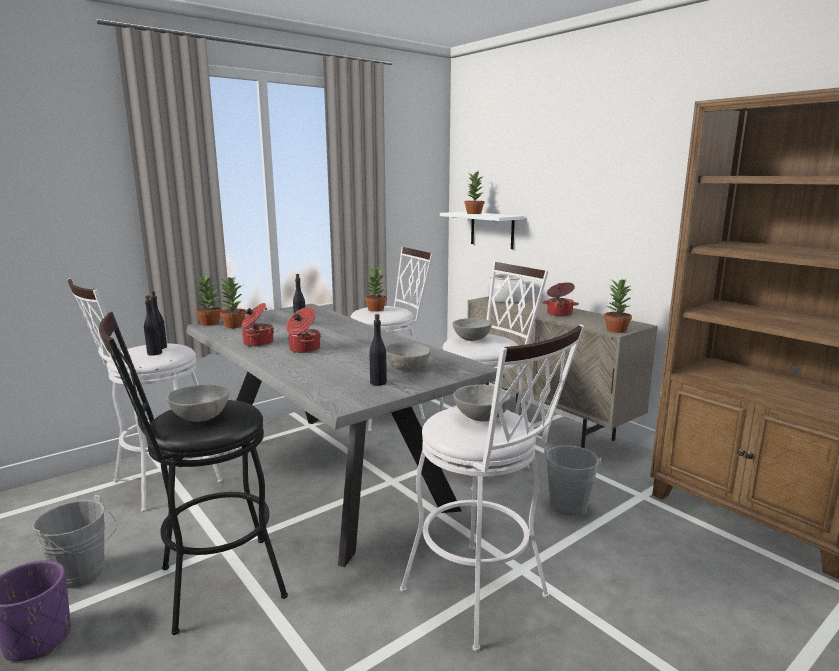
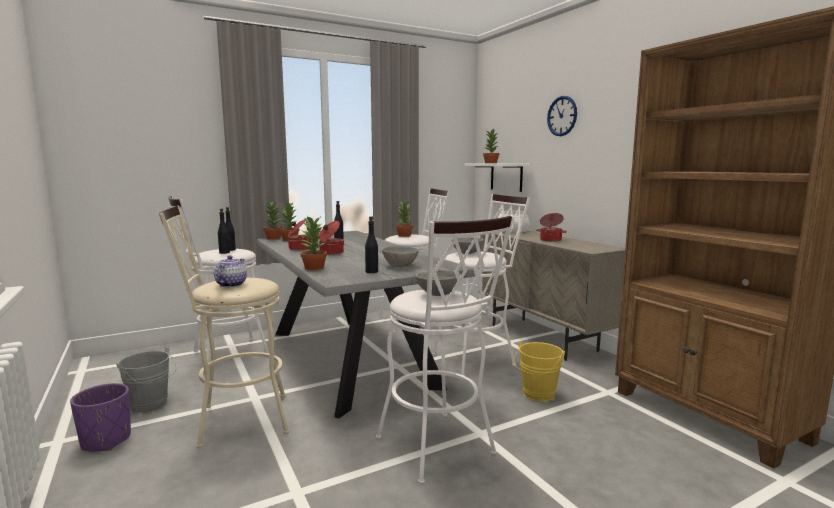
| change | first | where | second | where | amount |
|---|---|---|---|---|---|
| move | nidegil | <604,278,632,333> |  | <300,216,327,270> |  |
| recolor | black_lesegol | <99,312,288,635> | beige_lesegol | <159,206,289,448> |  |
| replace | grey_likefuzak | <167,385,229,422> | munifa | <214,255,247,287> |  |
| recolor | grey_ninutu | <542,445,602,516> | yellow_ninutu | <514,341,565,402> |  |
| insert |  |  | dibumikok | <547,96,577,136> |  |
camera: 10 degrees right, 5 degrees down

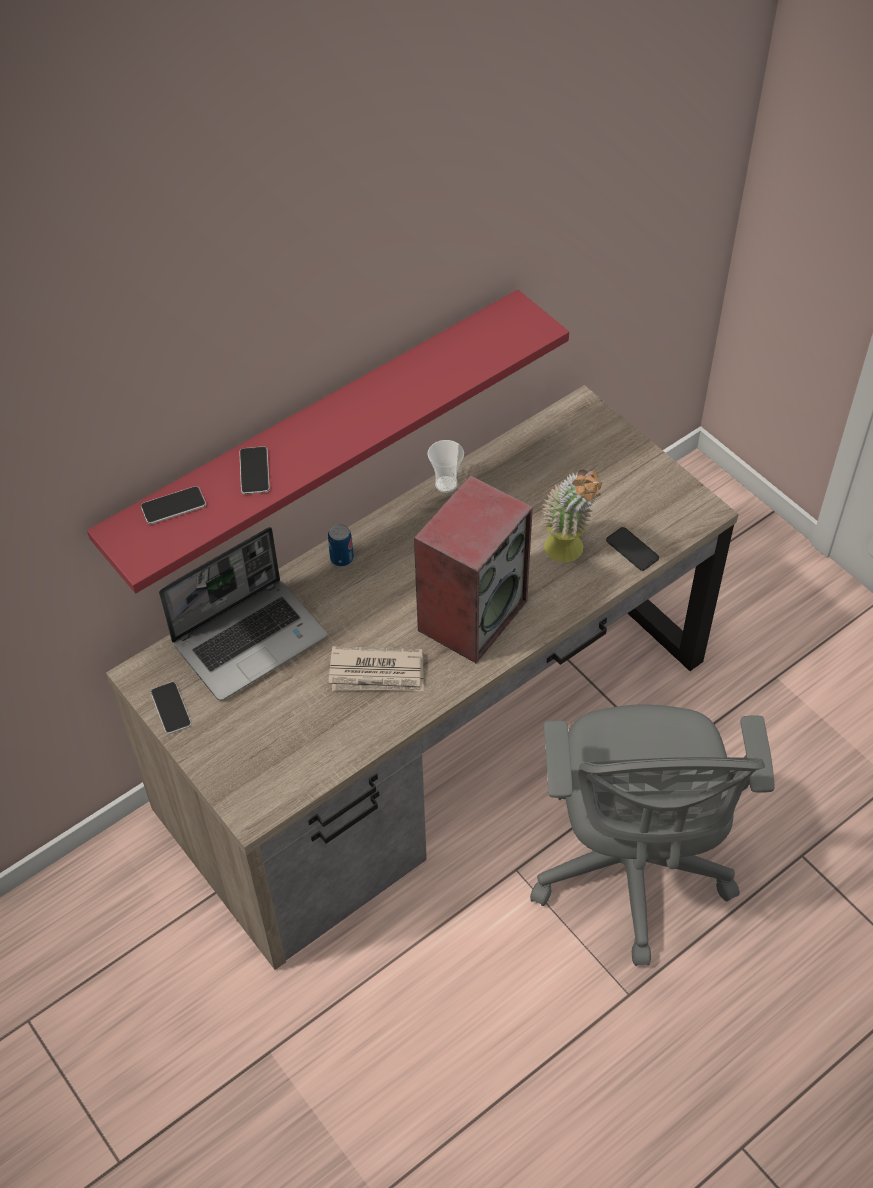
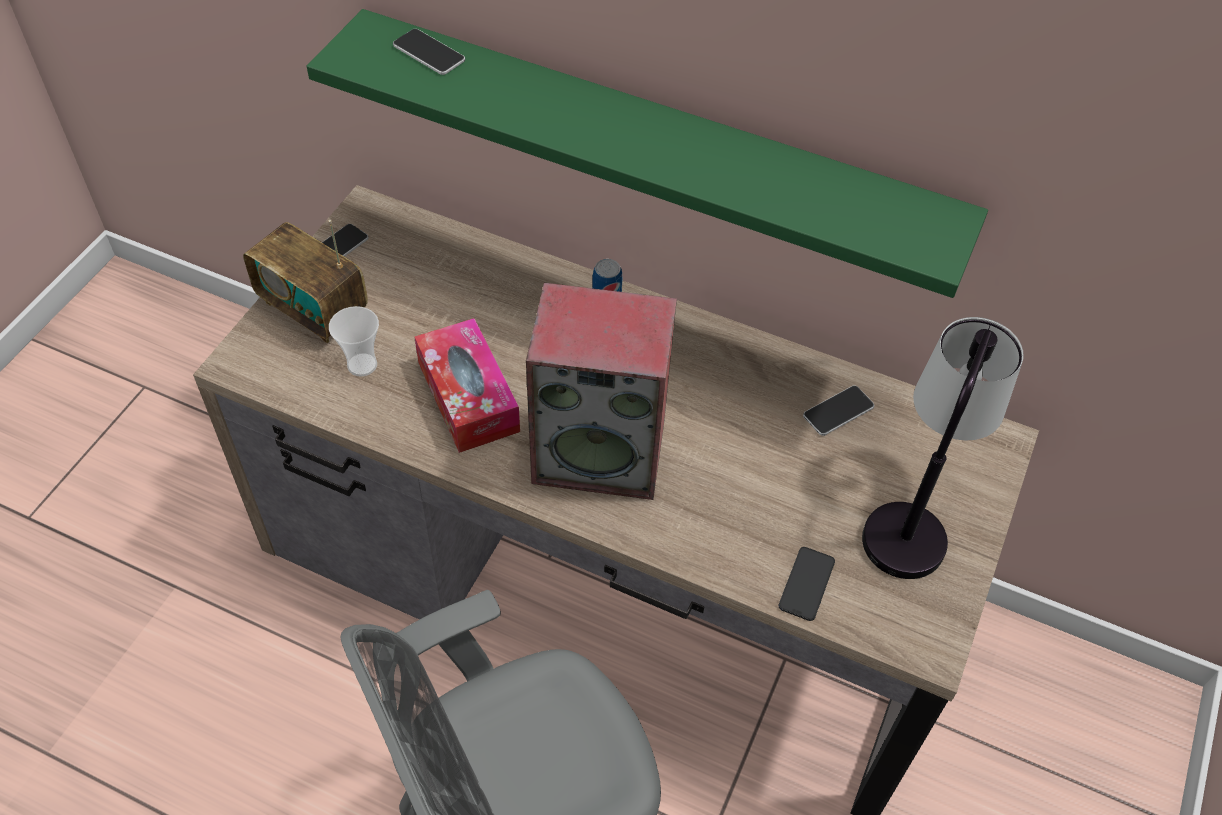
| change | first | where | second | where | amount |
|---|---|---|---|---|---|
| recolor | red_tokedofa | <87,290,569,593> | green_tokedofa | <306,9,988,298> |  |
| move | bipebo | <427,440,464,493> |  | <329,306,379,377> |  |
| move | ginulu | <239,446,270,494> |  | <803,385,874,436> |  |
| delete | nidegil | <542,470,602,563> |  |  |  |
| delete | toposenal | <159,527,328,701> |  |  |  |
| replace | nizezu | <329,646,424,691> | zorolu | <414,318,520,453> |  |
| insert |  |  | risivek | <243,220,368,343> |  |
| insert |  |  | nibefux | <862,317,1024,579> |  |
camera: 60 degrees right, 0 degrees up

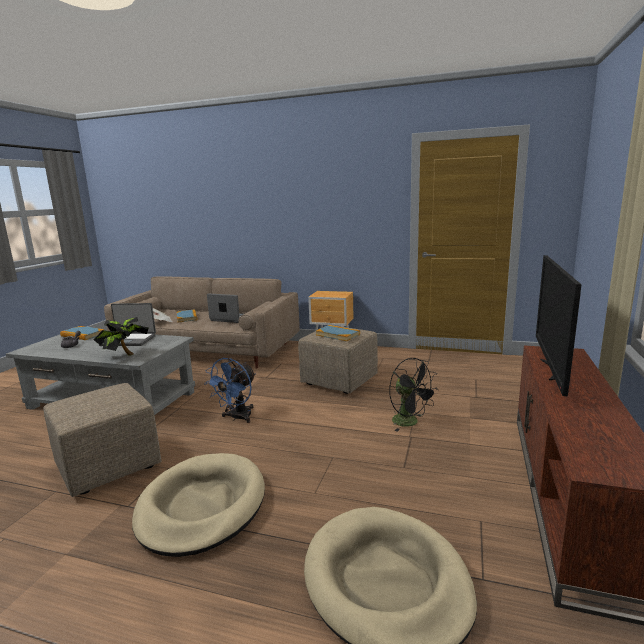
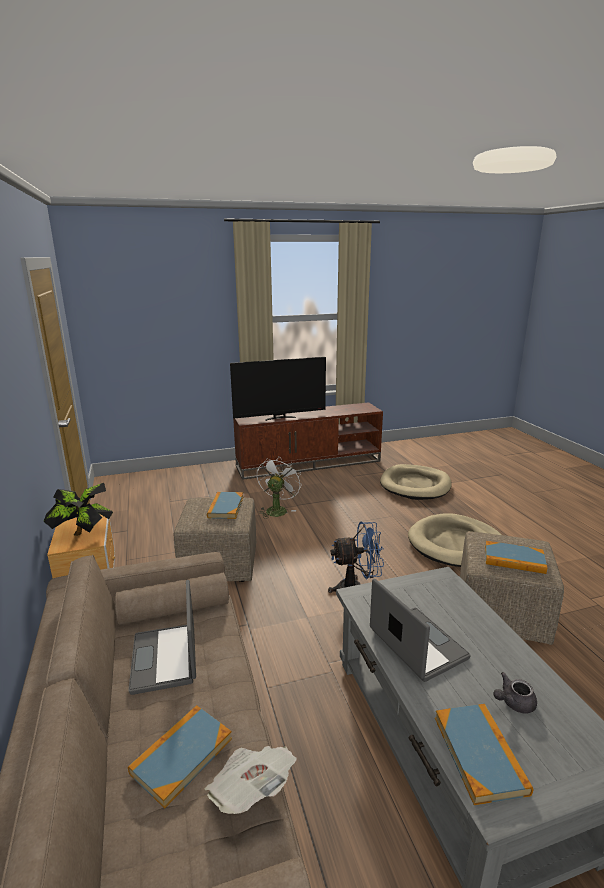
| change | first | where | second | where | amount |
|---|---|---|---|---|---|
| move | nidegil | <93,317,149,356> |  | <43,483,113,536> |  |
| recolor | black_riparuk | <389,358,438,432> | white_riparuk | <257,457,302,519> |  |
| insert |  |  | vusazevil | <485,541,548,574> |  |
camera: 125 degrees left, 5 degrees up

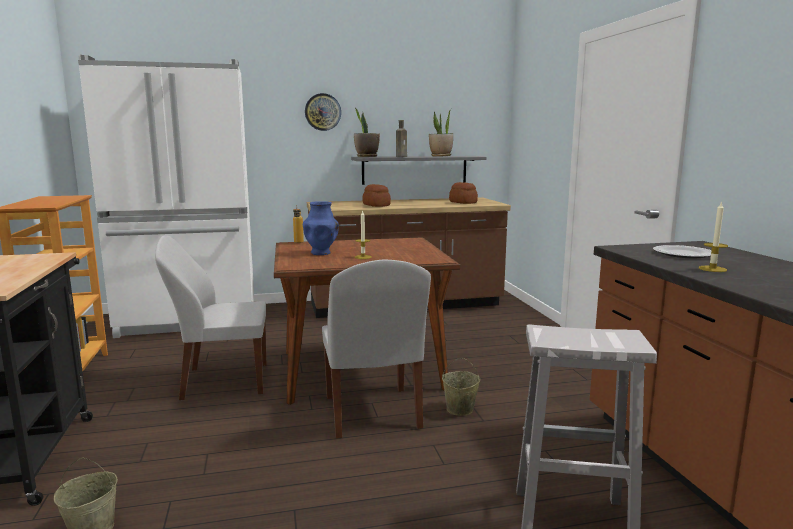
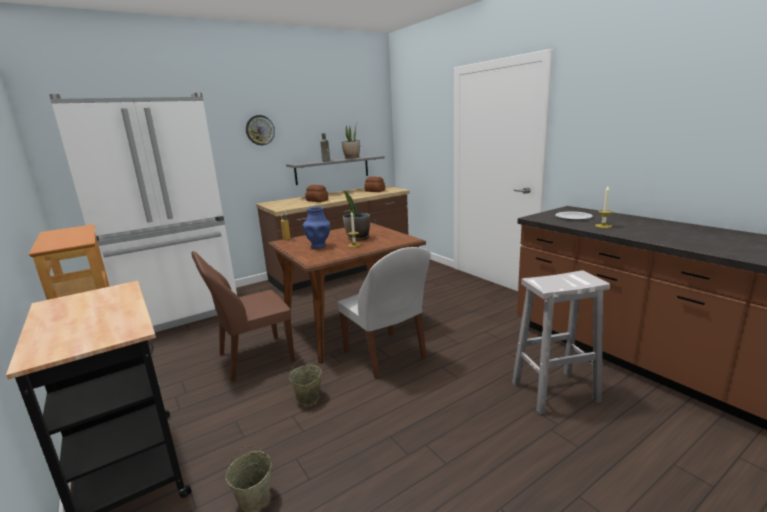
| change | first | where | second | where | amount |
|---|---|---|---|---|---|
| move | nidegil | <354,108,380,157> |  | <343,191,370,241> |  |
| recolor | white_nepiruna | <155,235,267,400> | brown_nepiruna | <192,251,295,382> |  |
| move | beige_ninutu | <442,357,480,416> |  | <289,357,322,405> |  |
camera: 20 degrees left, 5 degrees up

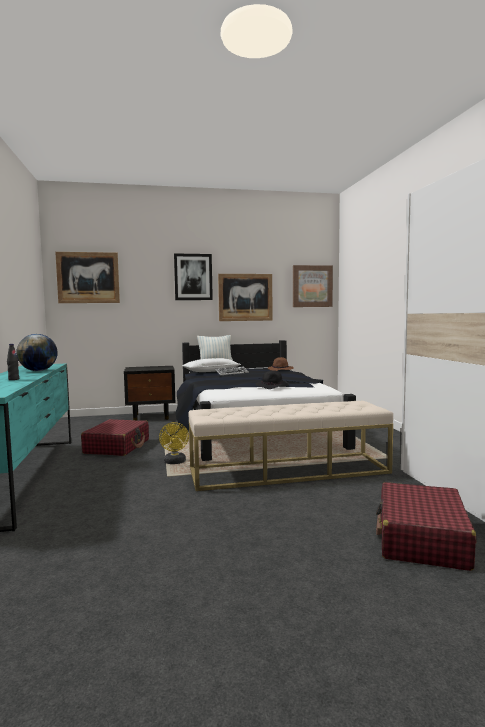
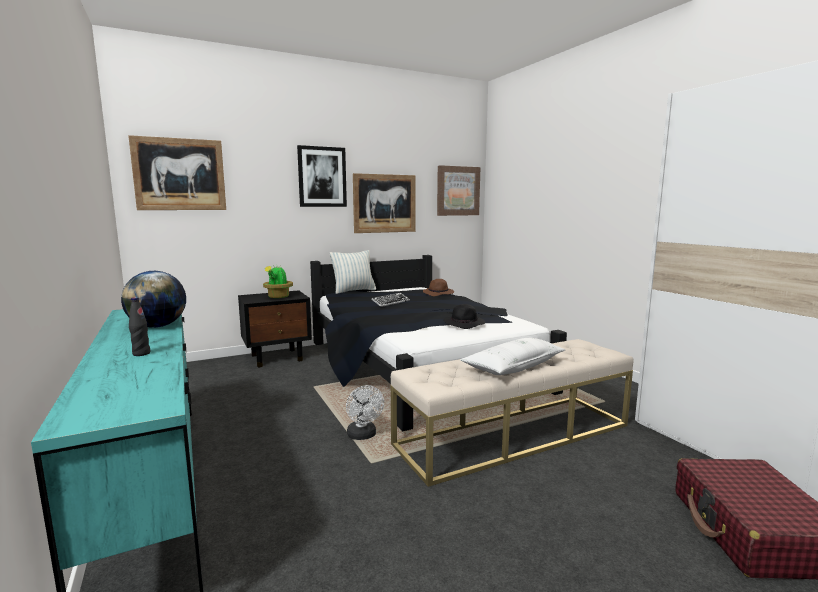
| change | first | where | second | where | amount |
|---|---|---|---|---|---|
| move | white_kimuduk | <182,358,241,372> |  | <460,338,565,375> |  |
| delete | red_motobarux | <81,419,149,456> |  |  |  |
| recolor | yellow_riparuk | <159,422,189,464> | white_riparuk | <346,385,384,440> |  |
| insert |  |  | nidegil | <263,265,293,298> |  |
camera: 15 degrees left, 5 degrees up

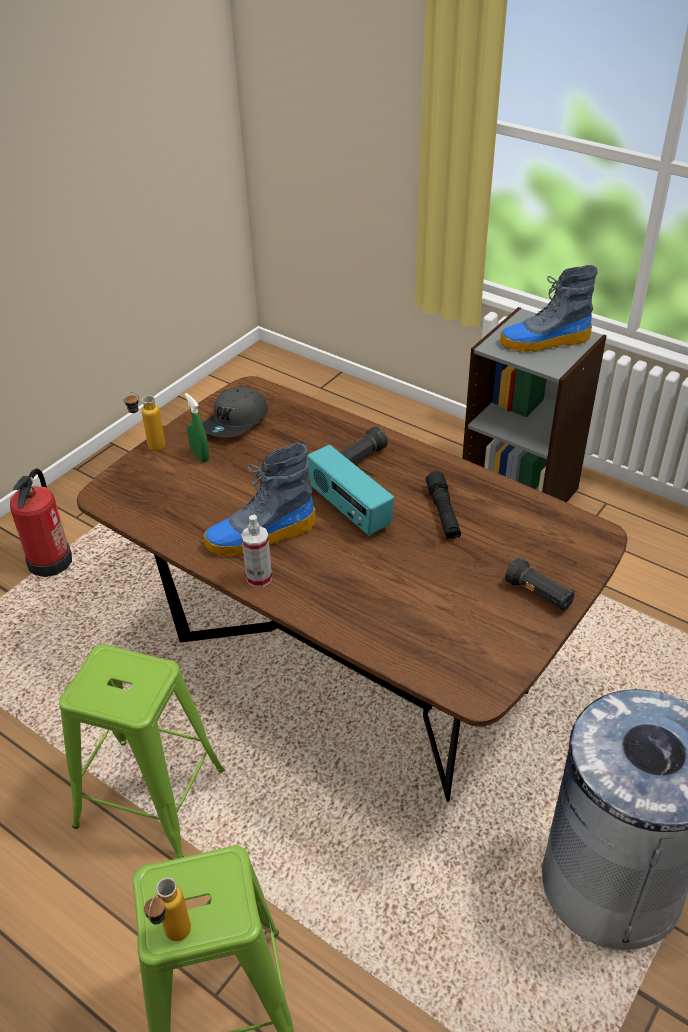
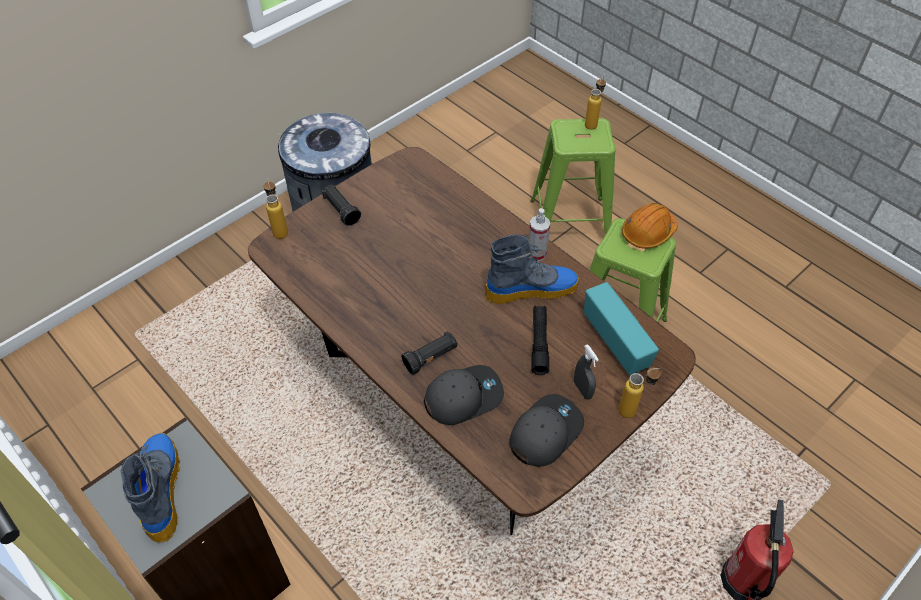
| change | first | where | second | where | amount |
|---|---|---|---|---|---|
| rotate | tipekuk | <500,265,597,353> |  | <120,433,180,543> | 105 degrees counterclockwise |
| recolor | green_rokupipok | <185,393,209,462> | grey_rokupipok | <574,344,599,399> |  |
| move | risivek | <307,445,394,536> |  | <584,282,659,375> |  |
| move | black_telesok | <426,471,461,539> |  | <531,305,549,375> |  |
| insert |  |  | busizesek | <263,178,288,239> |  |
| insert |  |  | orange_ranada | <622,203,678,249> |  |
| insert |  |  | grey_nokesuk | <424,365,504,425> |  |
camera: 170 degrees left, 10 degrees up

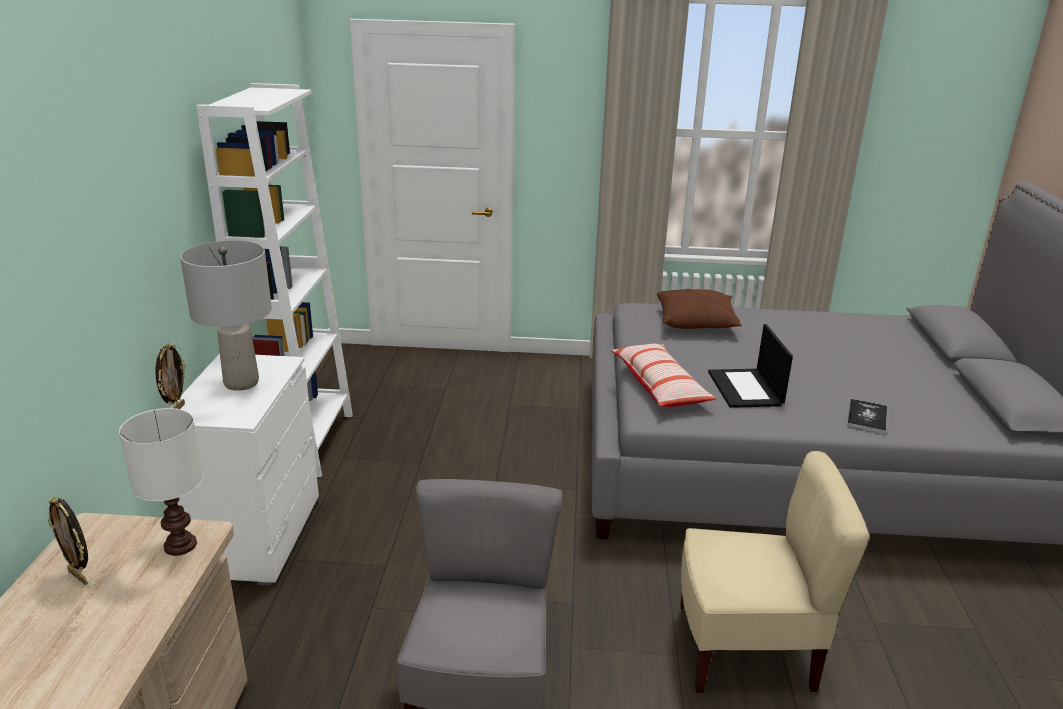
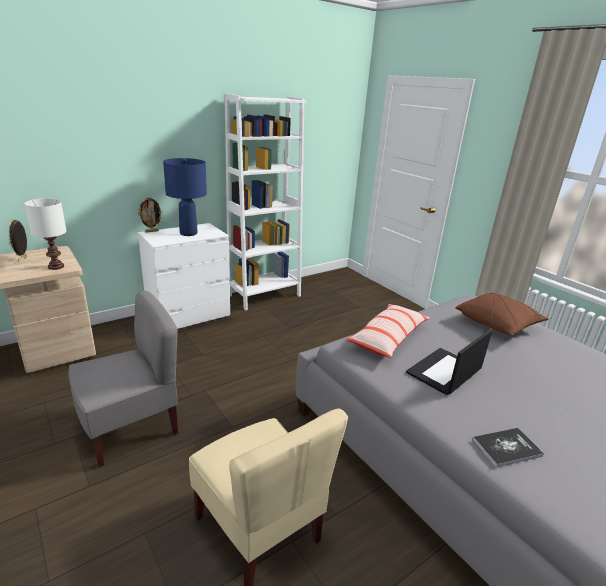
| change | first | where | second | where | amount |
|---|---|---|---|---|---|
| recolor | grey_nibefux | <180,240,272,391> | blue_nibefux | <163,158,207,236> |  |
camera: 50 degrees right, 0 degrees up

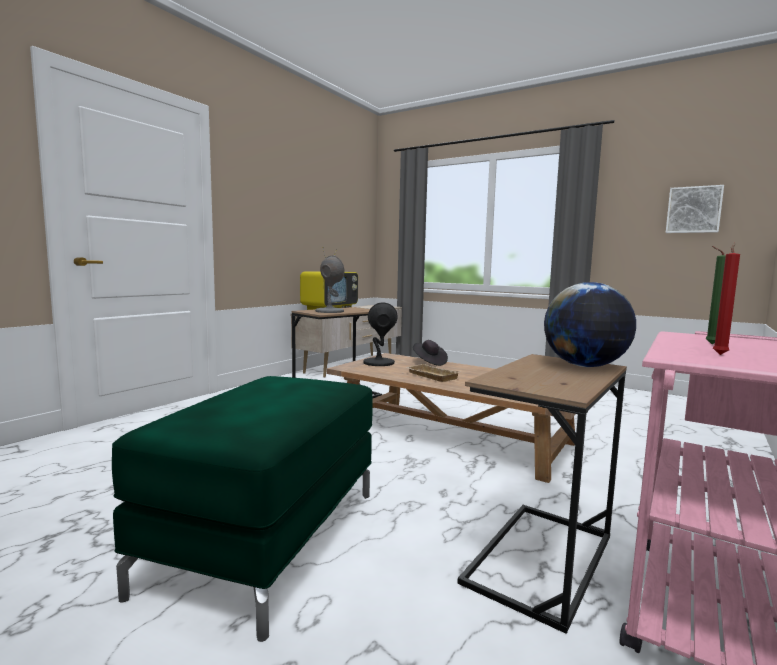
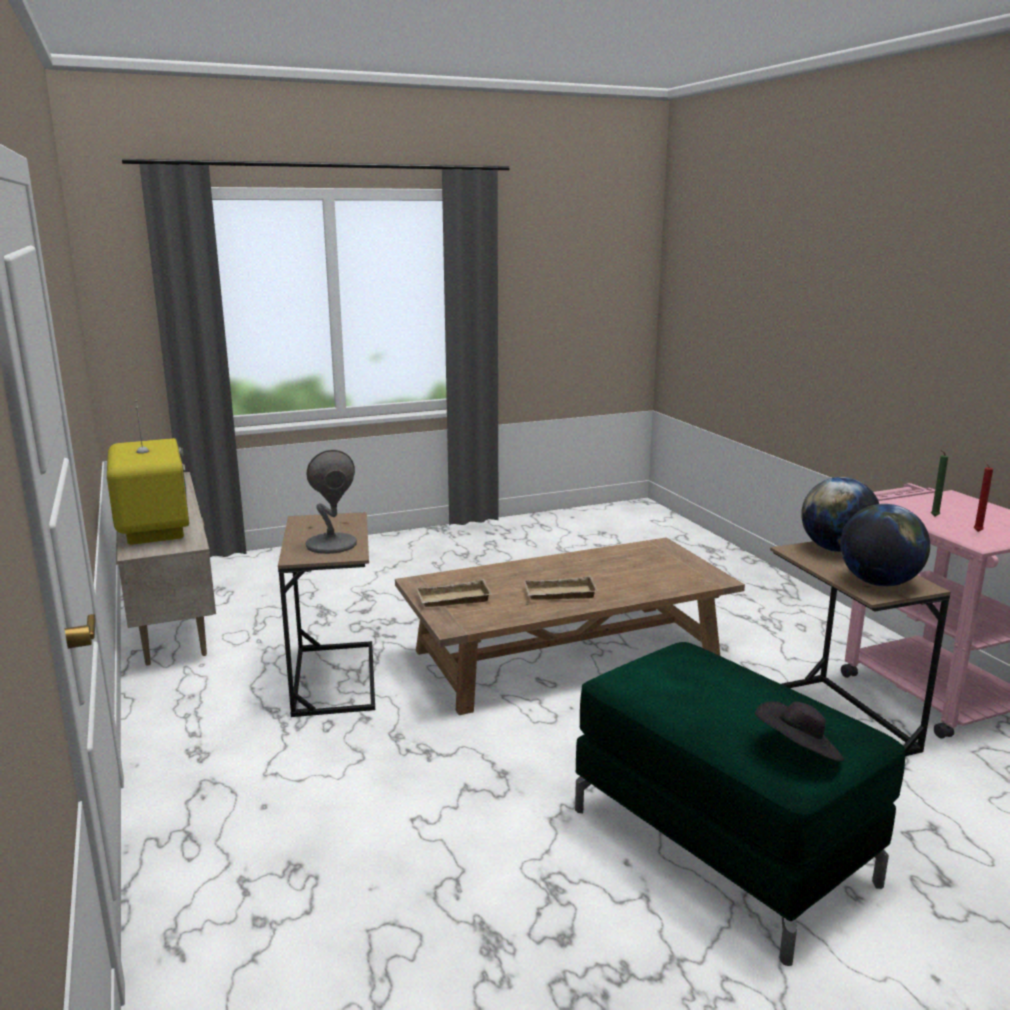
| change | first | where | second | where | amount |
|---|---|---|---|---|---|
| delete | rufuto | <666,185,724,233> |  |  |  |
| replace | black_nibefux | <363,302,398,366> | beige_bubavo | <416,579,492,607> |  |
| move | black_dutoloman | <413,340,448,366> |  | <755,701,844,762> |  |
| insert |  |  | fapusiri | <840,504,930,586> |  |
camera: 55 degrees left, 10 degrees up

